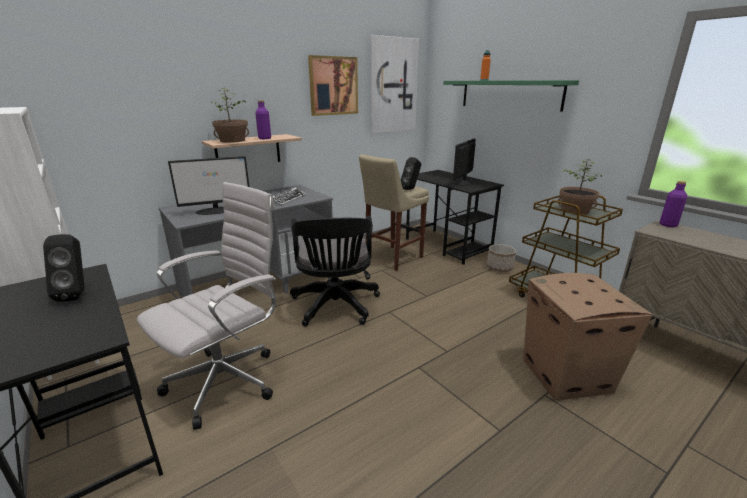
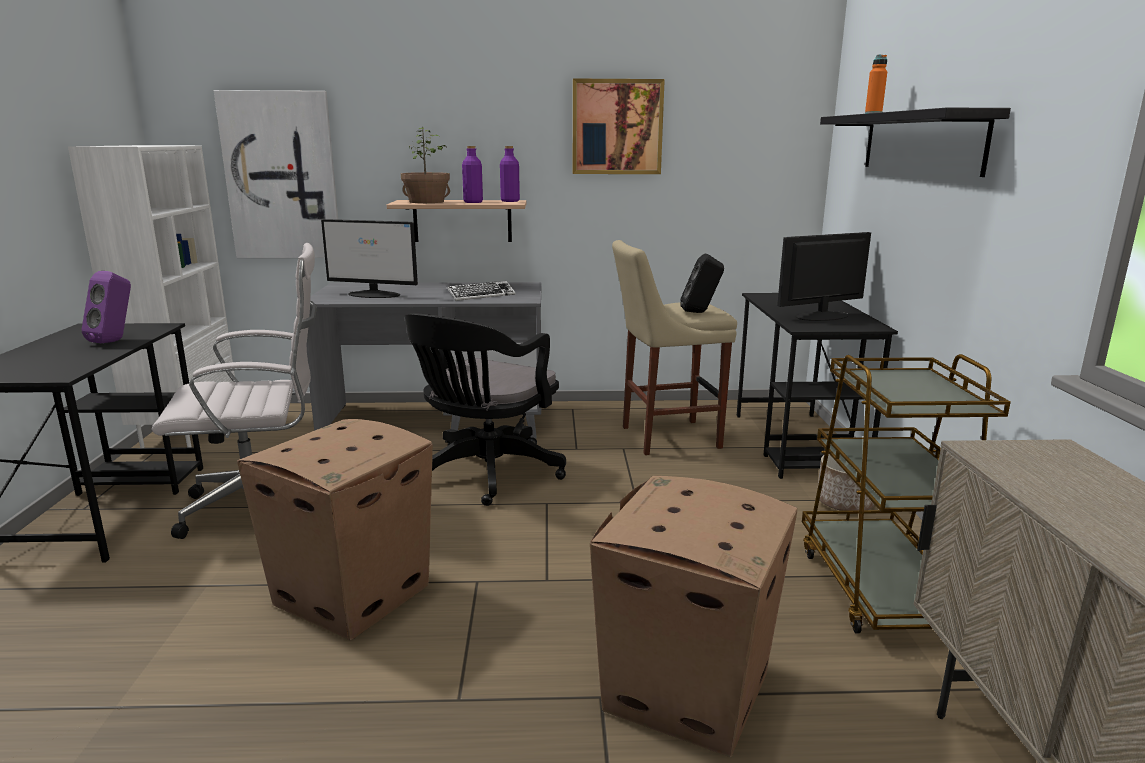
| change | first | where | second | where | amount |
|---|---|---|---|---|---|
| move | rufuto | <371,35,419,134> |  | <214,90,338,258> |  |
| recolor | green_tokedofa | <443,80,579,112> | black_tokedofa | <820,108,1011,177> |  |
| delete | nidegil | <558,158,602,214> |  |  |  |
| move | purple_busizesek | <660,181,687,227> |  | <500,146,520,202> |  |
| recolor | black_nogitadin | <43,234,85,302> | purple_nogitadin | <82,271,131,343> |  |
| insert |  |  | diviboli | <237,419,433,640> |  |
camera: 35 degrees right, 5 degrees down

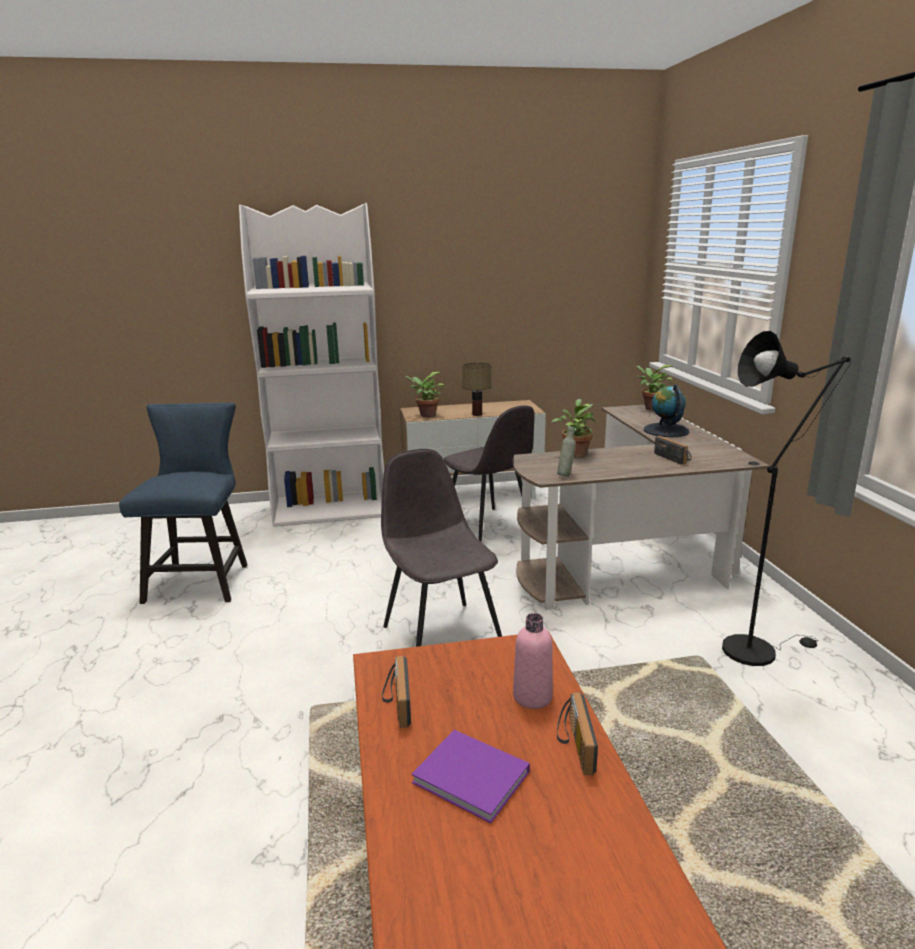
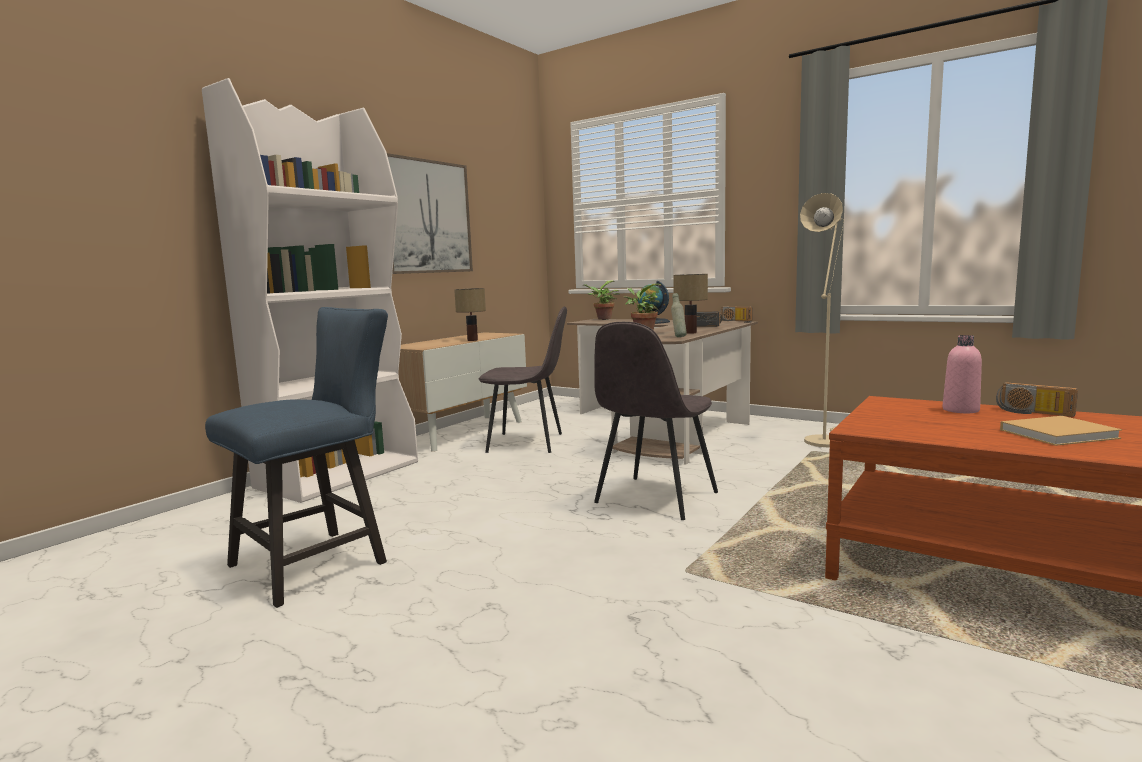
| change | first | where | second | where | amount |
|---|---|---|---|---|---|
| recolor | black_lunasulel | <722,331,851,666> | beige_lunasulel | <800,193,844,447> |  |
| delete | nidegil | <404,372,445,417> |  |  |  |
| rotate | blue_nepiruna | <119,403,247,604> |  | <205,307,388,608> | 90 degrees clockwise |
| rotate | grey_nepiruna | <381,449,502,647> |  | <594,322,718,520> | 75 degrees counterclockwise |
| move | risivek | <382,656,411,728> |  | <719,306,753,321> |  |
| recolor | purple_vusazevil | <411,730,530,823> | beige_vusazevil | <1000,416,1122,446> |  |
| insert |  |  | rufuto | <387,153,473,274> |  |
| insert |  |  | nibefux | <673,274,708,334> |  |
camera: 45 degrees left, 10 degrees down

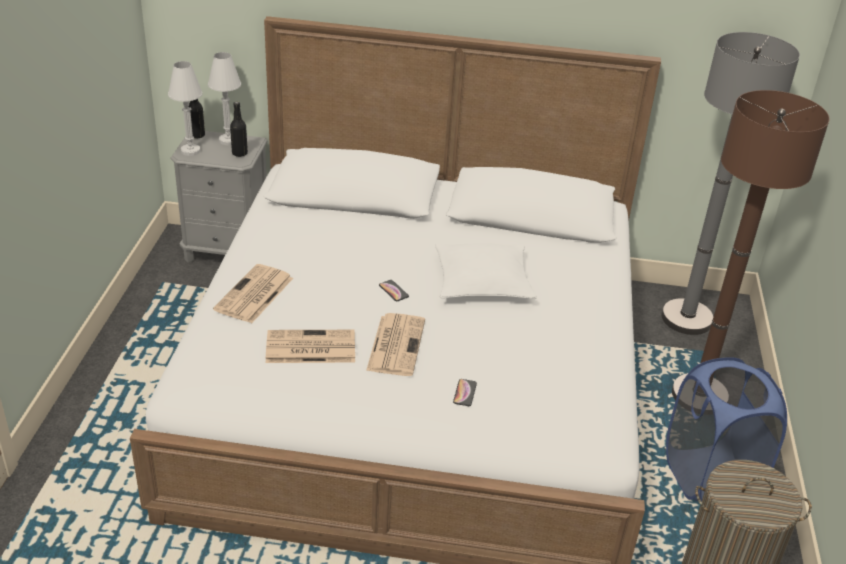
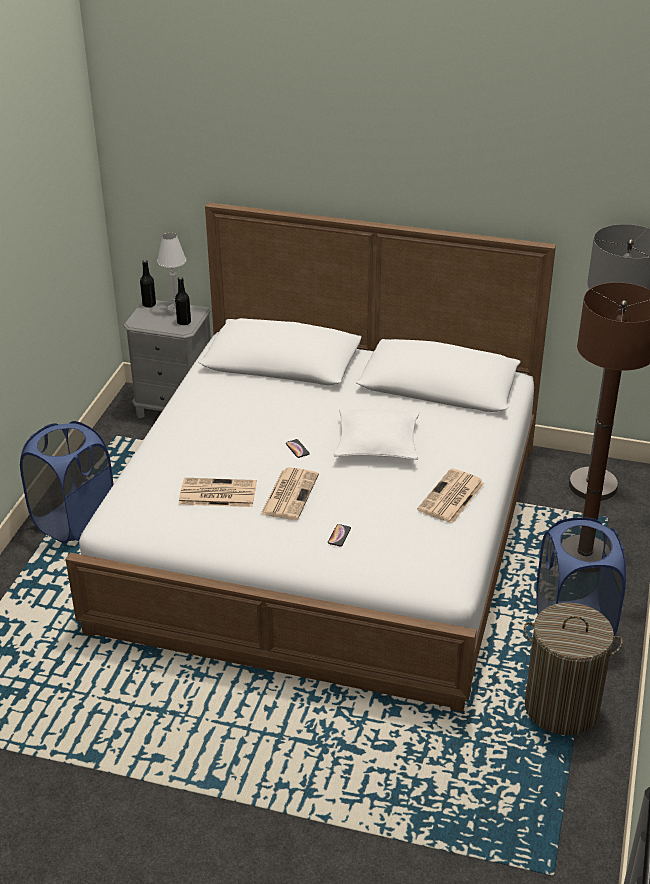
| change | first | where | second | where | amount |
|---|---|---|---|---|---|
| delete | white_nibefux | <168,61,202,156> |  |  |  |
| move | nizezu | <213,264,293,323> |  | <417,468,484,524> |  |
| insert |  |  | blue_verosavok | <20,421,114,544> |  |
camera: 10 degrees right, 0 degrees up

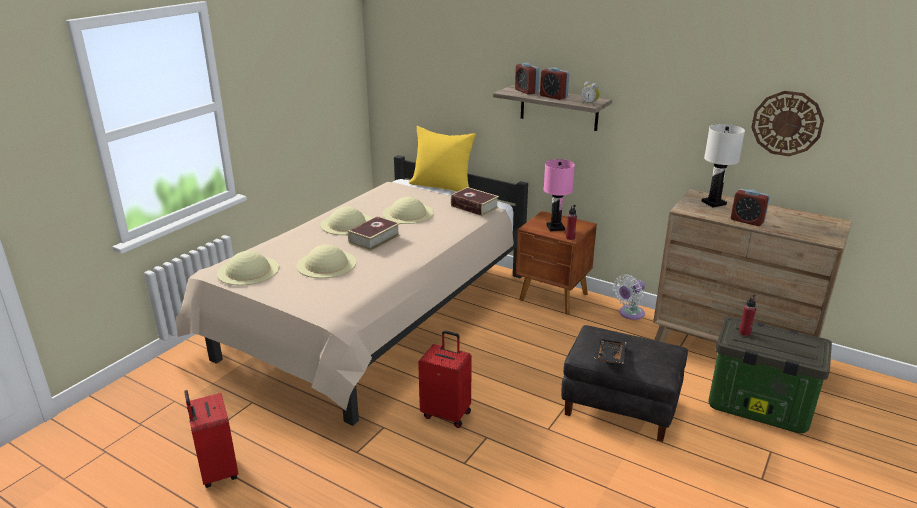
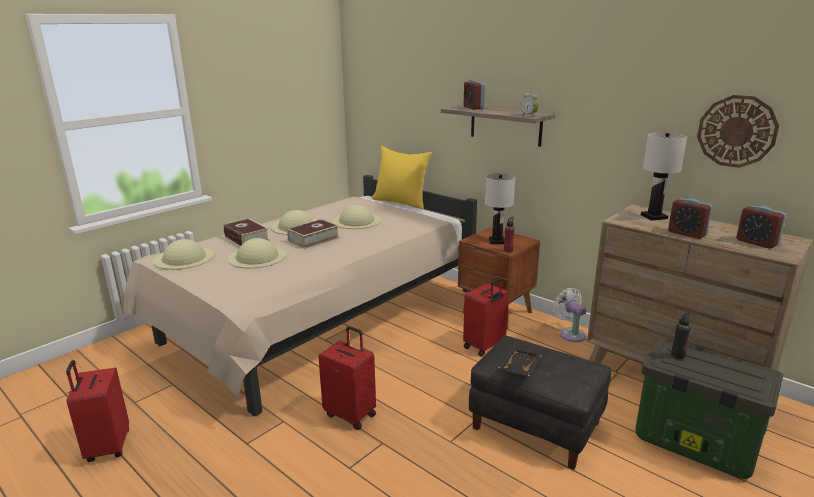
| change | first | where | second | where | amount |
|---|---|---|---|---|---|
| move | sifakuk | <540,67,569,100> |  | <736,206,786,249> |  |
| recolor | pink_nibefux | <544,159,575,231> | white_nibefux | <485,173,515,244> |  |
| move | vusazevil | <451,187,499,216> |  | <223,218,270,246> |  |
| rotate | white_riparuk | <613,275,645,320> |  | <553,288,587,342> | 90 degrees clockwise |
| recolor | red_busizesek | <739,295,756,336> | black_busizesek | <671,312,690,359> |  |
| insert |  |  | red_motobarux | <463,278,509,357> |  |
camera: 10 degrees right, 5 degrees down

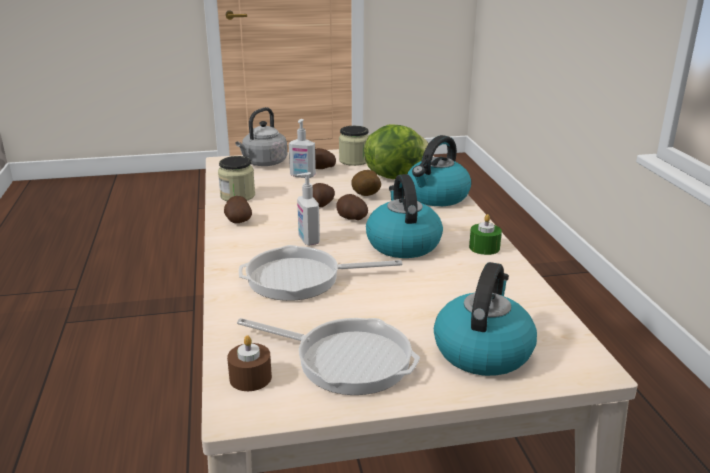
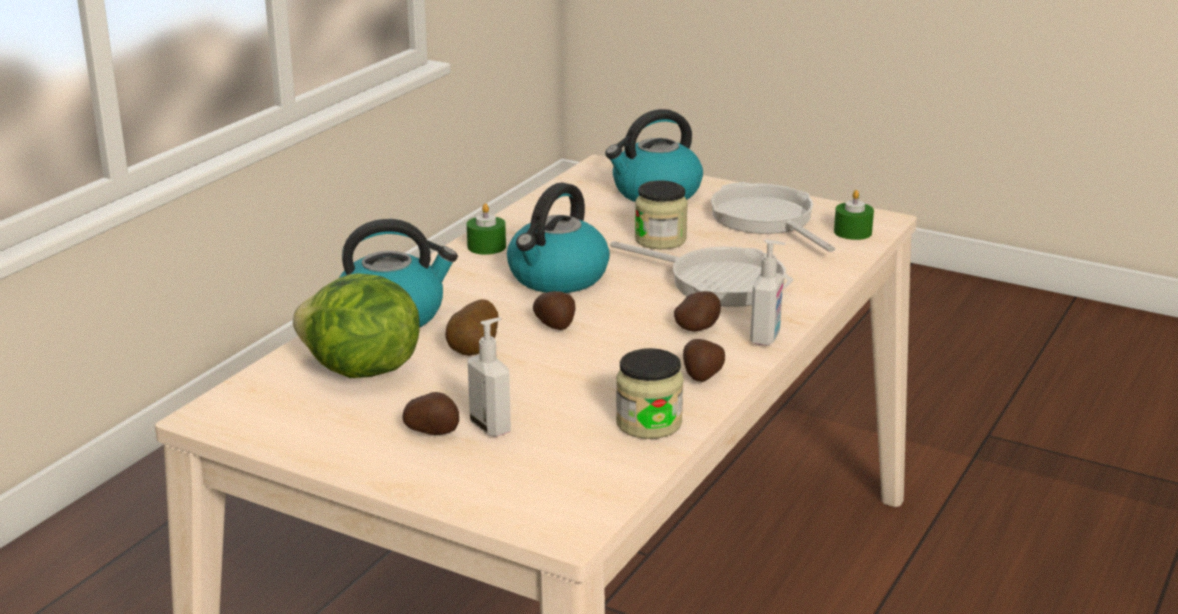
| change | first | where | second | where | amount |
|---|---|---|---|---|---|
| delete | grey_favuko | <235,107,287,166> |  |  |  |
| move | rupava | <339,126,369,166> |  | <635,180,688,249> |  |
| move | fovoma | <297,172,320,246> |  | <750,239,785,346> |  |
| move | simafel | <313,183,335,207> |  | <674,291,721,332> |  |
| recolor | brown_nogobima | <227,335,272,391> | green_nogobima | <834,190,874,240> |  |
camera: 140 degrees left, 0 degrees up

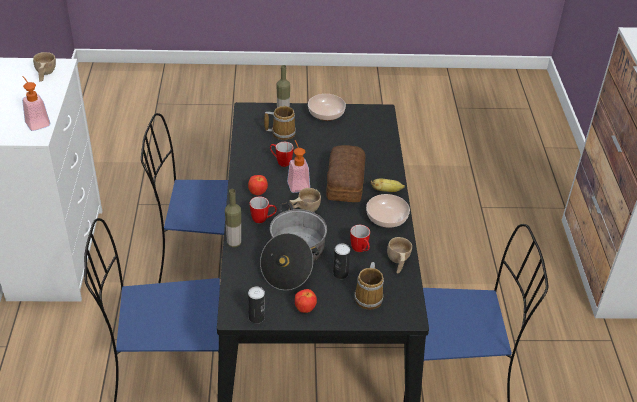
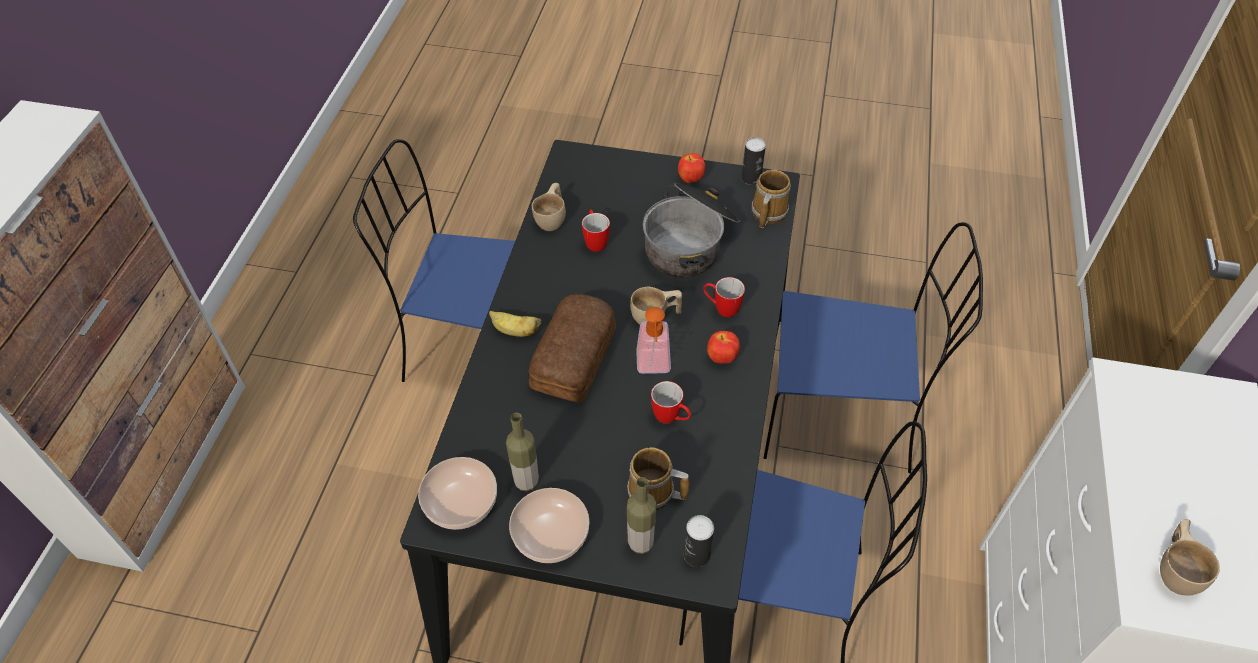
| change | first | where | second | where | amount |
|---|---|---|---|---|---|
| delete | fovoma | <22,76,50,131> |  |  |  |
| move | busizesek | <225,189,241,247> |  | <506,413,539,491> |  |
| move | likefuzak | <366,194,410,228> |  | <418,457,497,530> |  |
| move | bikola | <333,243,350,279> |  | <684,515,714,567> |  |
| move | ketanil | <354,262,384,310> |  | <752,170,791,228> |  |
camera: 165 degrees left, 10 degrees up

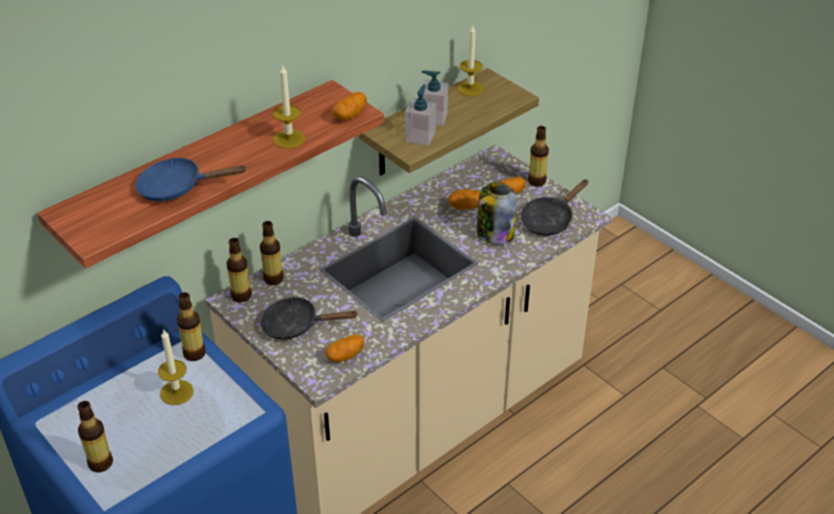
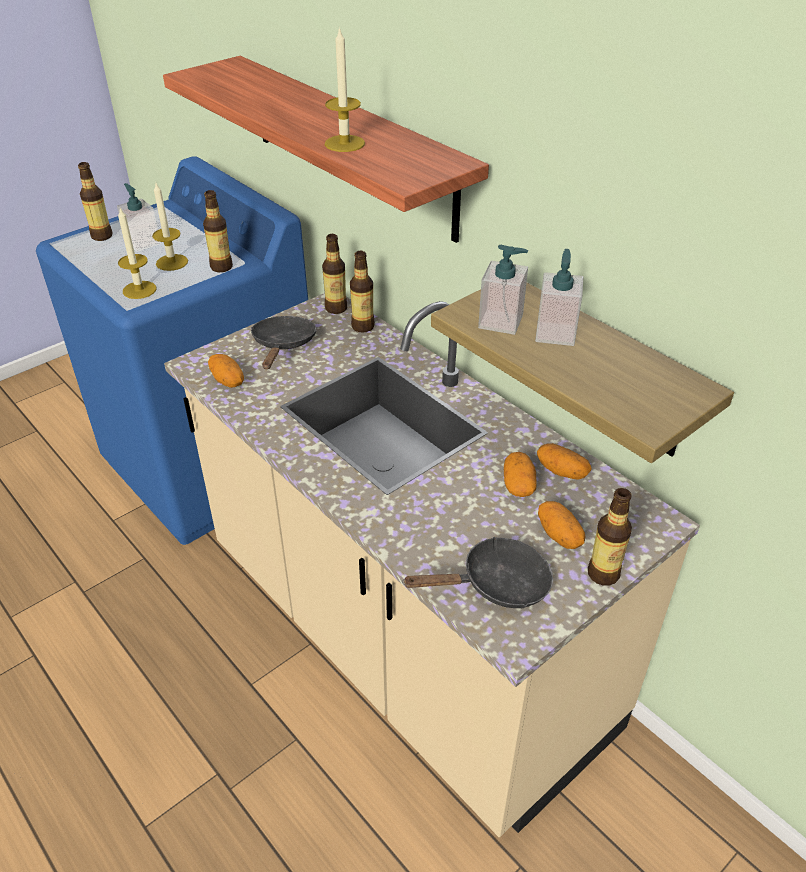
| change | first | where | second | where | amount |
|---|---|---|---|---|---|
| move | nogobima | <457,25,484,96> |  | <118,208,156,299> |  |
| move | simafel | <332,92,367,120> |  | <537,443,592,480> |  |
| delete | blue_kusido | <135,158,247,202> |  |  |  |
| rotate | black_kusido | <521,179,589,236> |  | <402,537,553,608> | 120 degrees clockwise |
| delete | rupava | <477,182,517,245> |  |  |  |
| insert |  |  | fovoma | <117,183,161,252> |  |
camera: 90 degrees right, 0 degrees up

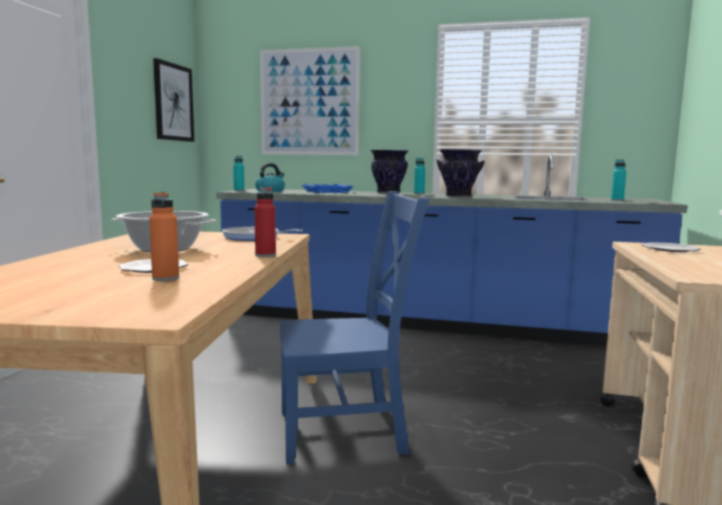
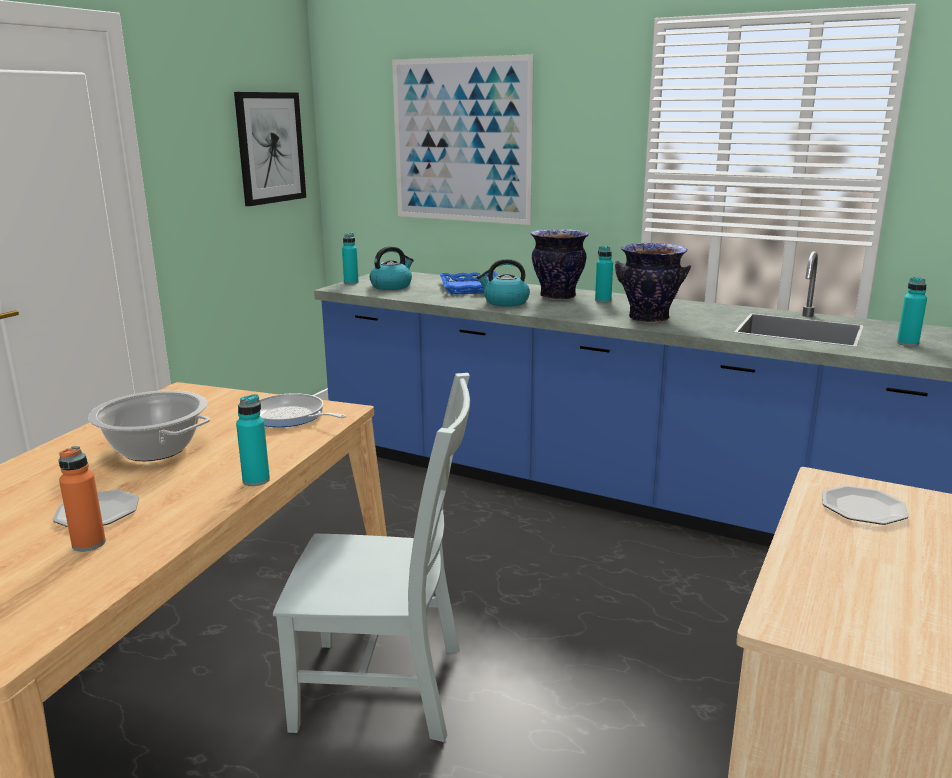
| change | first | where | second | where | amount |
|---|---|---|---|---|---|
| recolor | red_busizesek | <254,187,276,257> | turquoise_busizesek | <236,394,270,486> |  |
| recolor | blue_nepiruna | <280,191,430,464> | grey_nepiruna | <273,373,470,742> |  |
| insert |  |  | favuko | <477,259,530,307> |  |
camera: 15 degrees right, 10 degrees up

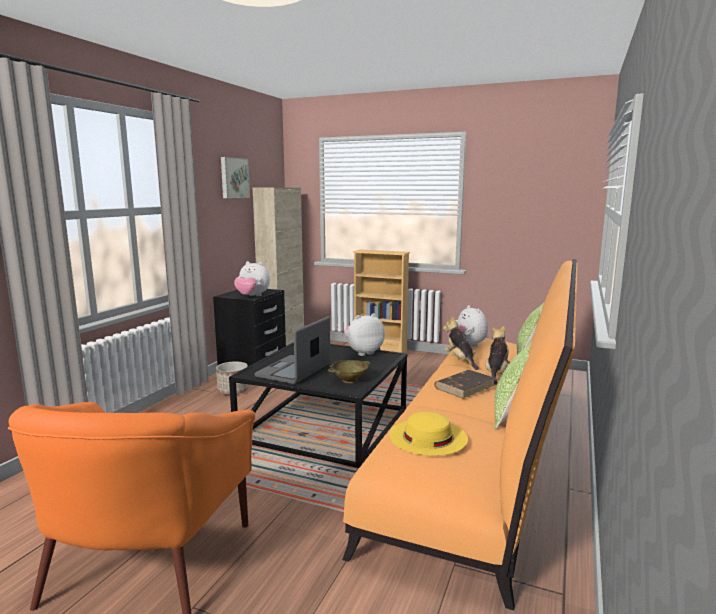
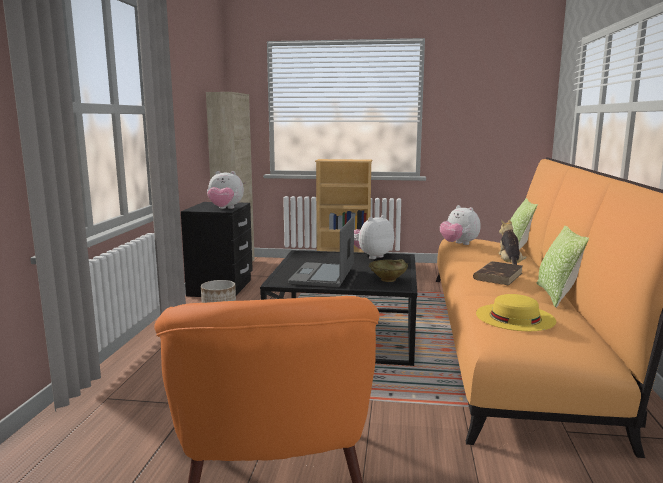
| change | first | where | second | where | amount |
|---|---|---|---|---|---|
| delete | rufuto | <221,157,250,198> |  |  |  |
| delete | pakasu | <443,316,479,370> |  |  |  |
camera: 15 degrees left, 0 degrees up

